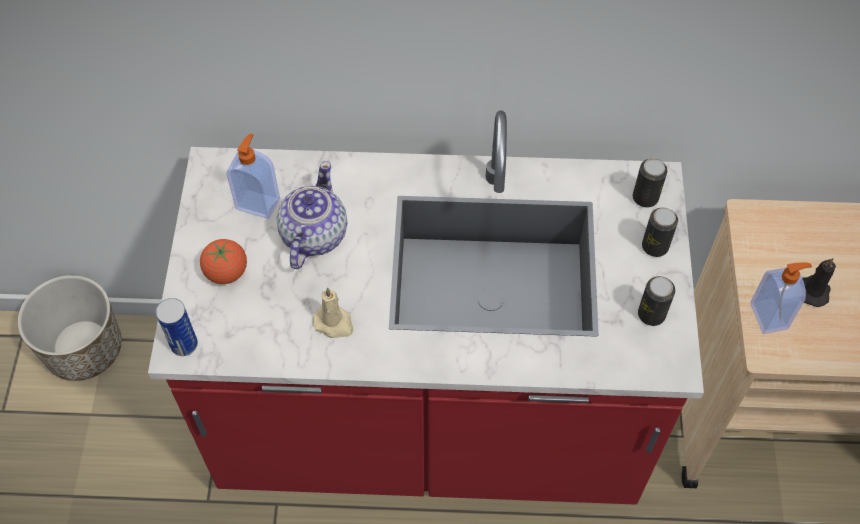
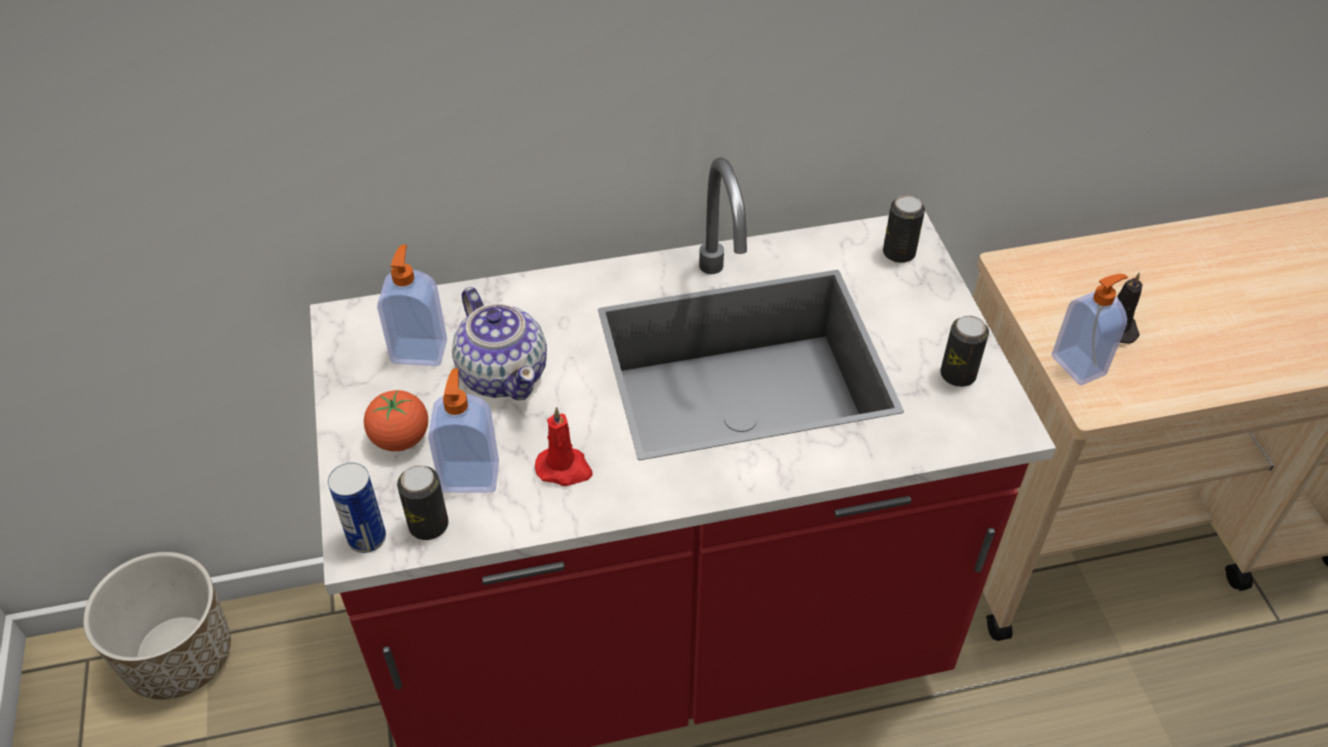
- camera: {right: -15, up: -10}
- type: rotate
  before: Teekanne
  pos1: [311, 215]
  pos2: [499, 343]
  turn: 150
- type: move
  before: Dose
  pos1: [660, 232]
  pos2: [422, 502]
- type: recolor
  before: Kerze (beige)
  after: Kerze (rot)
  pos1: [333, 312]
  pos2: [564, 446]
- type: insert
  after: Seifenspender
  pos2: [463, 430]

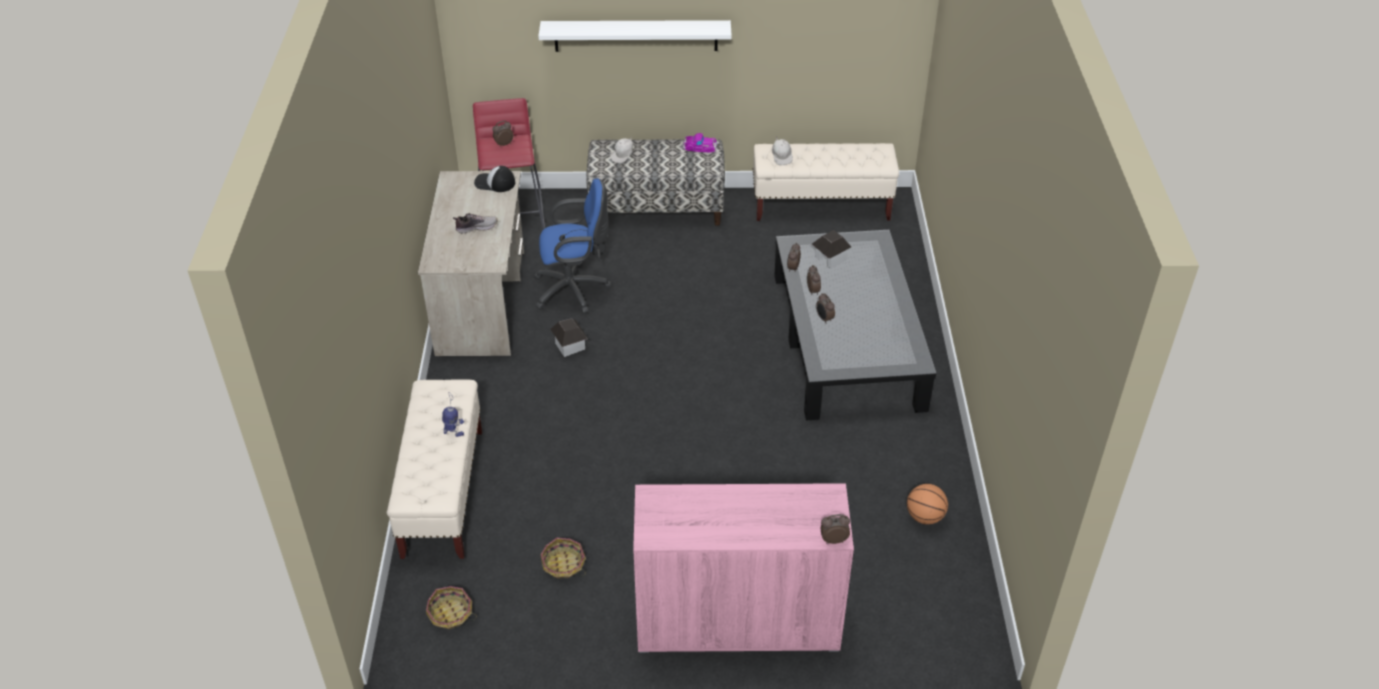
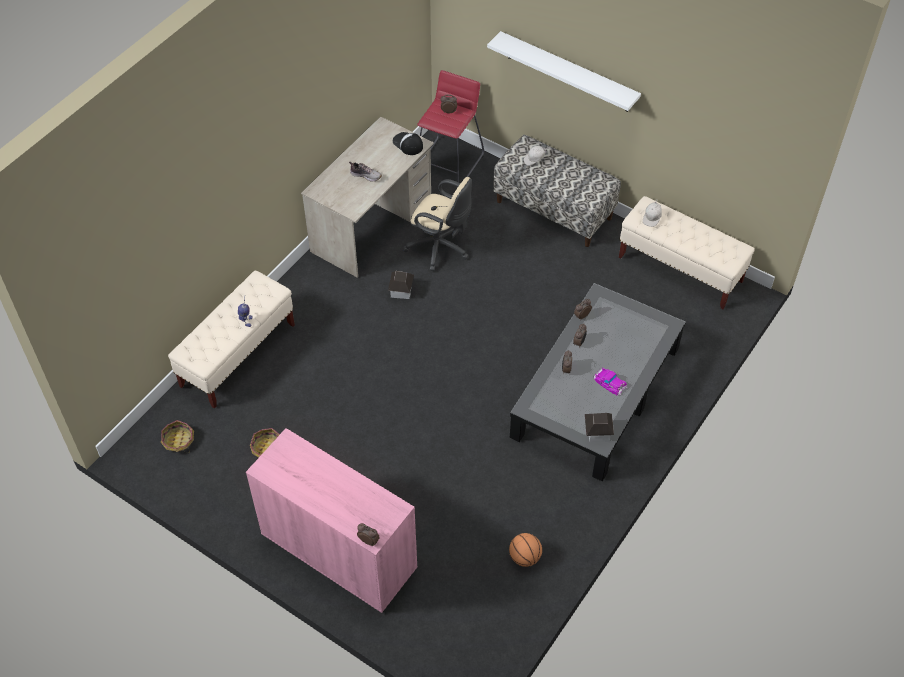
- camera: {right: 35, up: 10}
- type: move
  before: Spielzeugauto
  pos1: [700, 142]
  pos2: [610, 381]
- type: recolor
  before: Bürostuhl (blau)
  after: Bürostuhl (beige)
  pos1: [573, 246]
  pos2: [437, 224]
- type: move
  before: Spielzeughaus
  pos1: [831, 249]
  pos2: [599, 427]

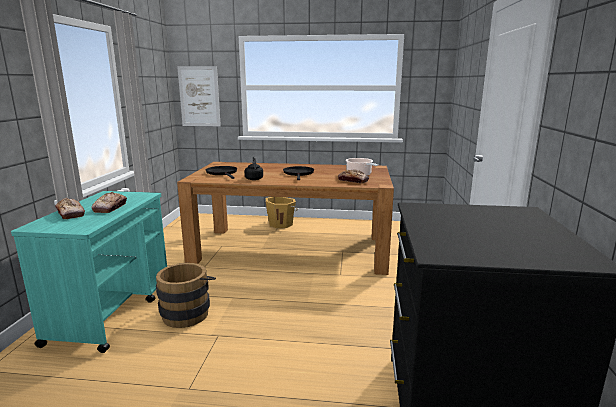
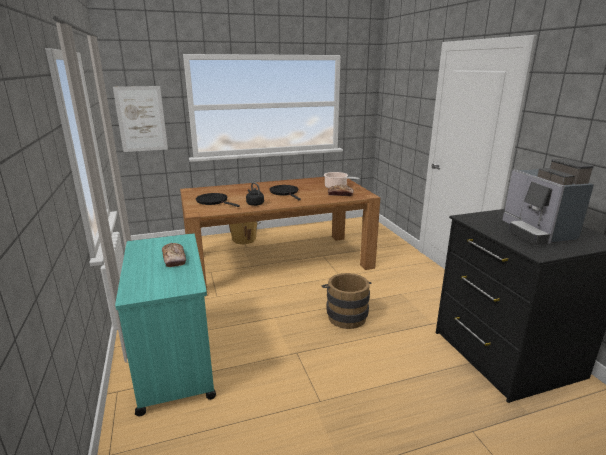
- camera: {right: -25, up: 5}
- type: delete
  before: Brot
  pos1: [70, 208]
- type: move
  before: Eimer (braun)
  pos1: [186, 295]
  pos2: [346, 301]
- type: insert
  after: Kaffeemaschine
  pos2: [548, 201]

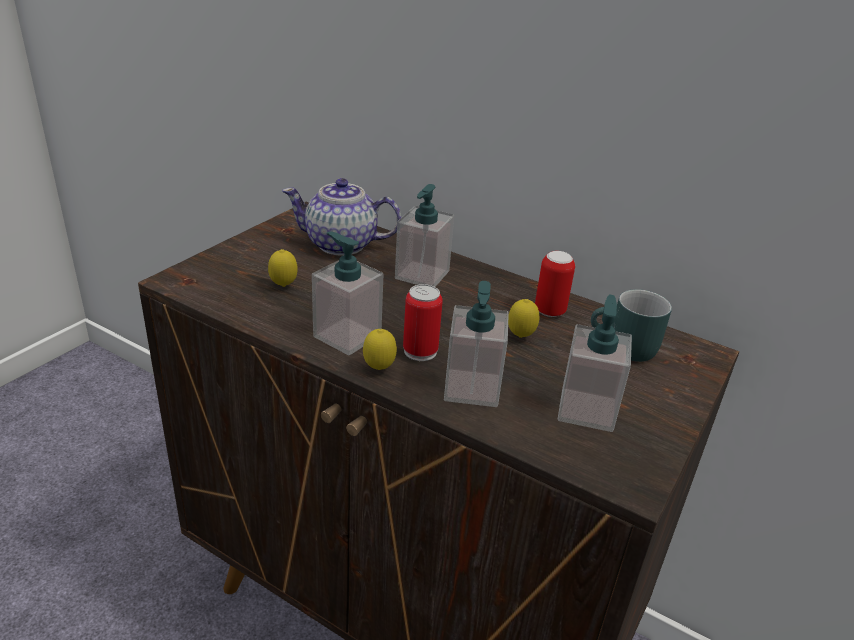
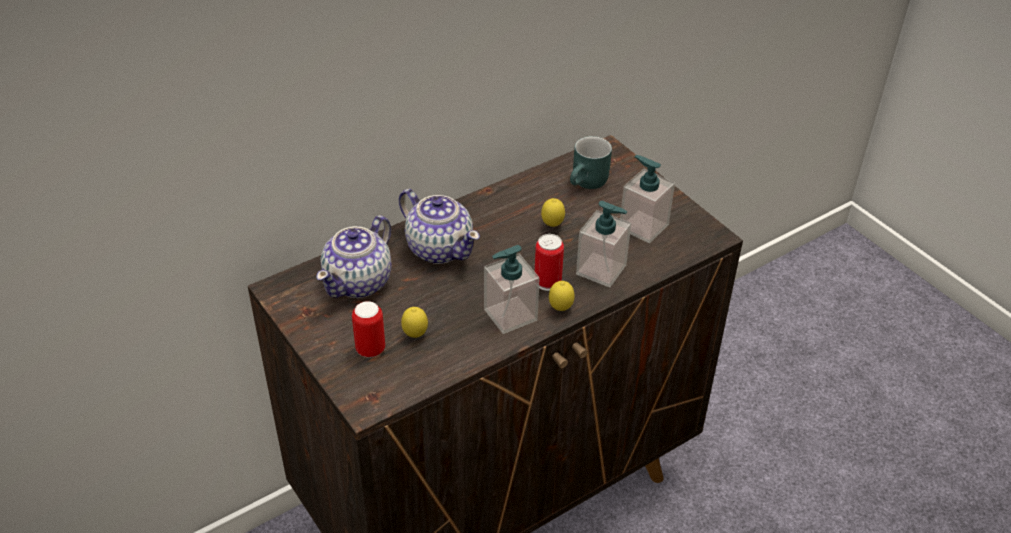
- camera: {right: -65, up: 10}
- type: replace
  before: Seifenspender
  after: Teekanne
  pos1: [424, 235]
  pos2: [439, 226]
- type: move
  before: Dose
  pos1: [555, 284]
  pos2: [368, 329]

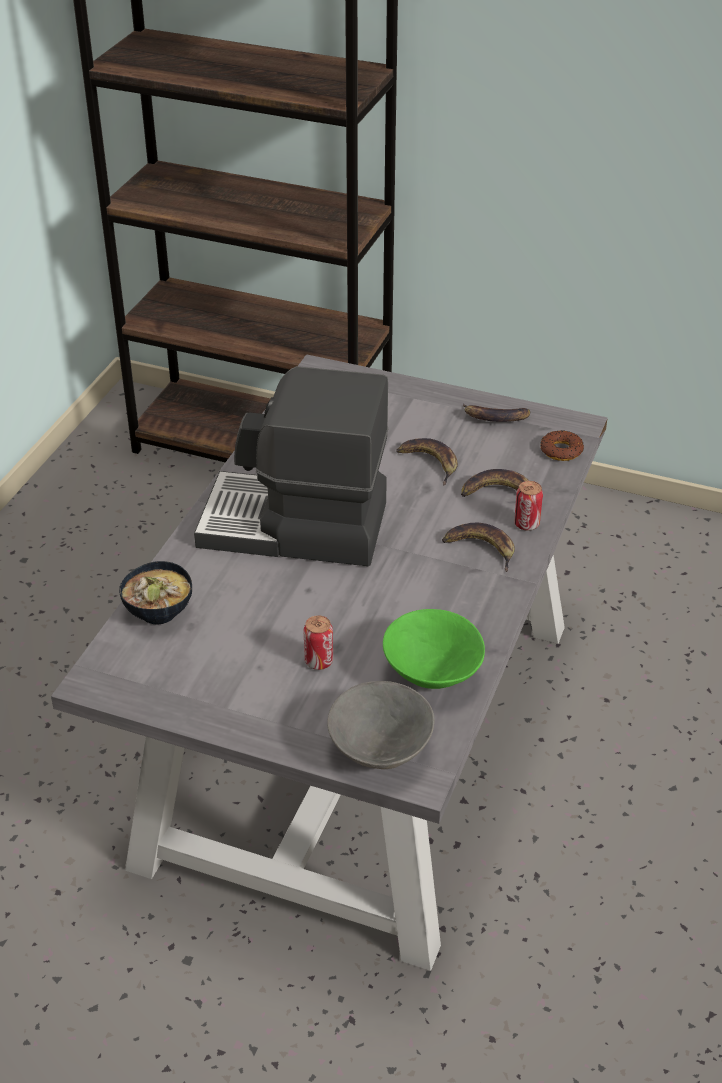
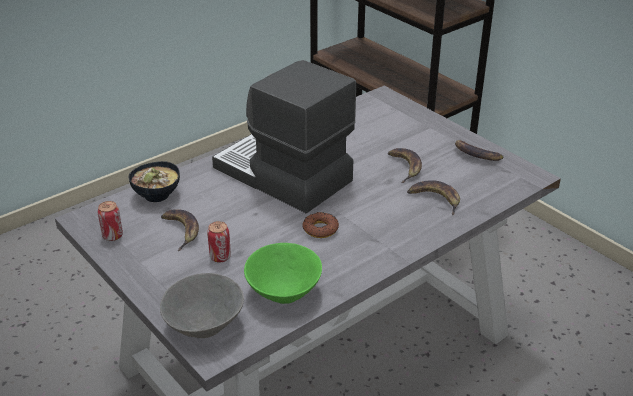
- camera: {right: 30, up: -5}
- type: move
  before: Donut
  pos1: [562, 445]
  pos2: [320, 225]
- type: move
  before: Dose
  pos1: [528, 506]
  pos2: [110, 221]
- type: move
  before: Banane
  pos1: [478, 547]
  pos2: [180, 230]

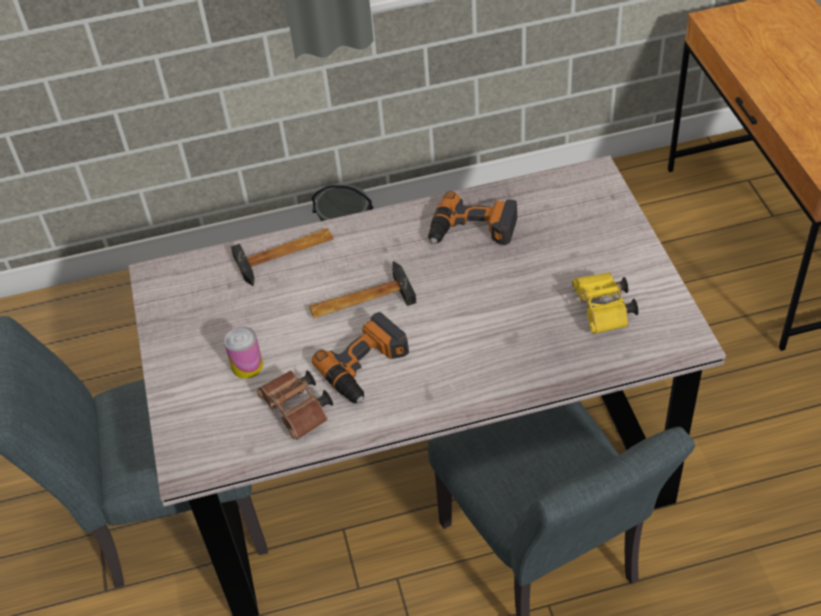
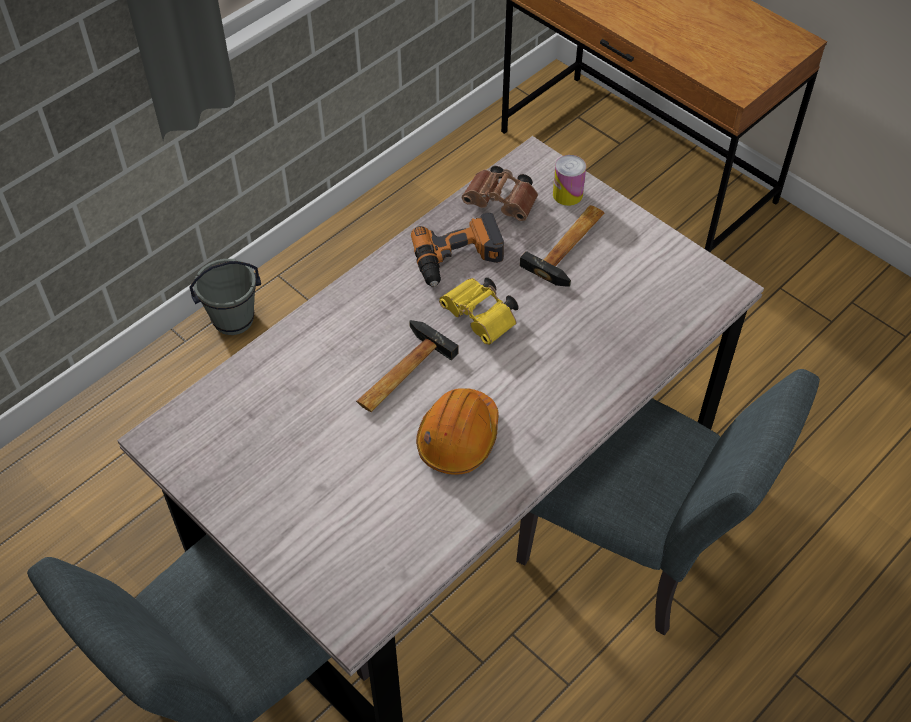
- camera: {right: -35, up: 5}
- type: move
  before: Hammer
  pos1: [282, 257]
  pos2: [562, 246]
- type: move
  before: Fernglas (gelb)
  pos1: [605, 303]
  pos2: [479, 311]
- type: replace
  before: Bohrmaschine
  after: Schutzhelm (orange)
  pos1: [360, 357]
  pos2: [457, 431]
- type: move
  before: Dose
  pos1: [243, 353]
  pos2: [569, 180]
- type: move
  before: Fernglas (braun)
  pos1: [295, 405]
  pos2: [500, 193]

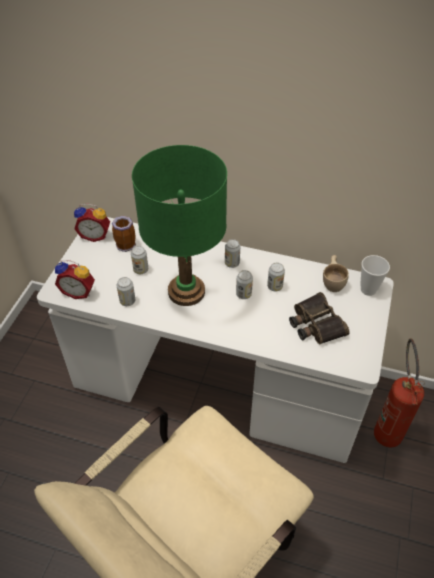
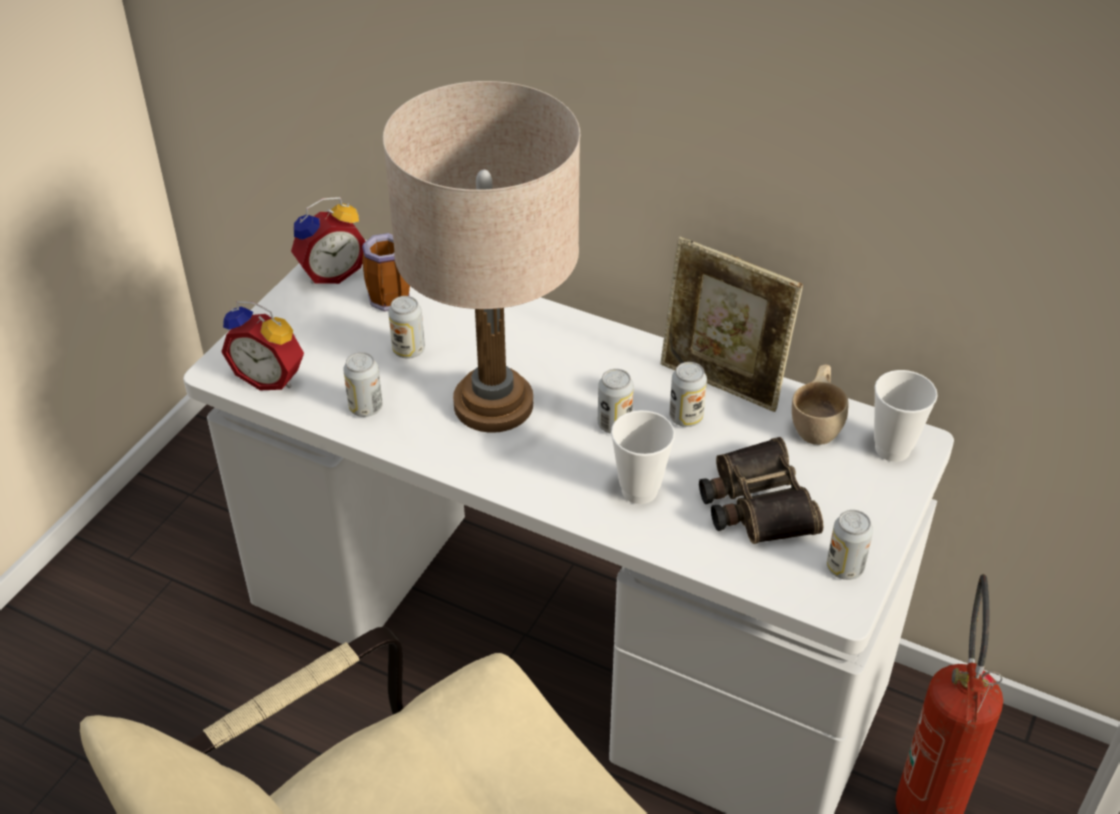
- camera: {right: 10, up: -5}
- type: recolor
  before: Tischlampe (grün)
  after: Tischlampe (beige)
  pos1: [179, 225]
  pos2: [481, 257]
- type: rotate
  before: Wecker
  pos1: [92, 222]
  pos2: [328, 240]
  turn: -45
- type: move
  before: Dose
  pos1: [232, 253]
  pos2: [850, 545]
- type: insert
  after: Bilderrahmen
  pos2: [732, 324]
- type: insert
  after: Tasse
  pos2: [643, 457]

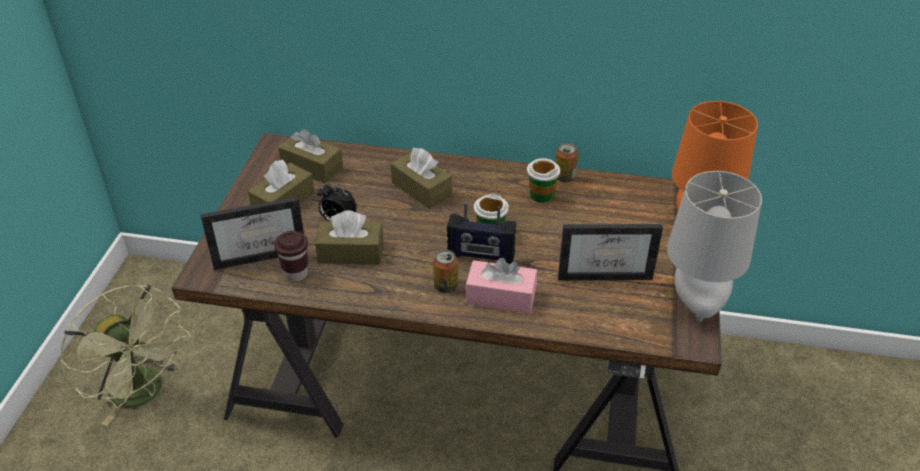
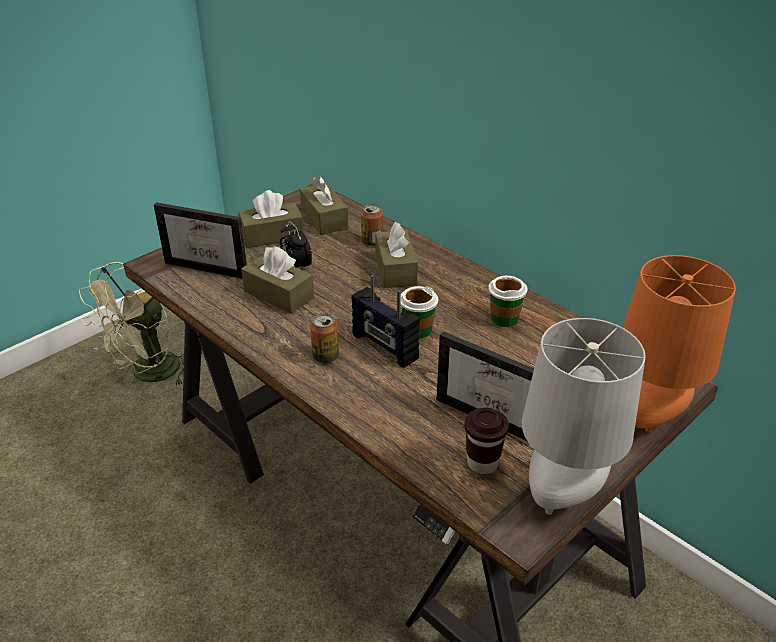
- camera: {right: 35, up: -5}
- type: move
  before: Dose
  pos1: [566, 162]
  pos2: [372, 225]
- type: move
  before: Tasse (braun)
  pos1: [291, 256]
  pos2: [487, 441]
- type: delete
  before: Taschentuchbox (rosa)
  pos1: [501, 285]
- type: rotate
  before: Ventilator (grün)
  pos1: [125, 355]
  pos2: [131, 324]
  turn: 45

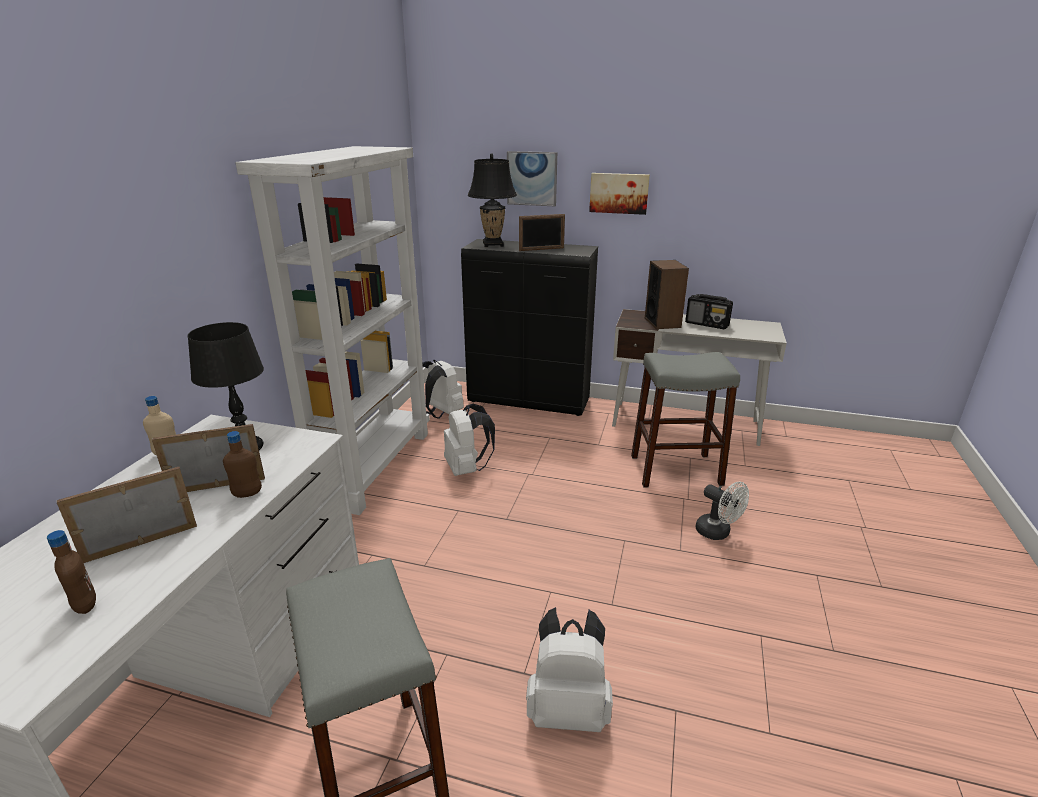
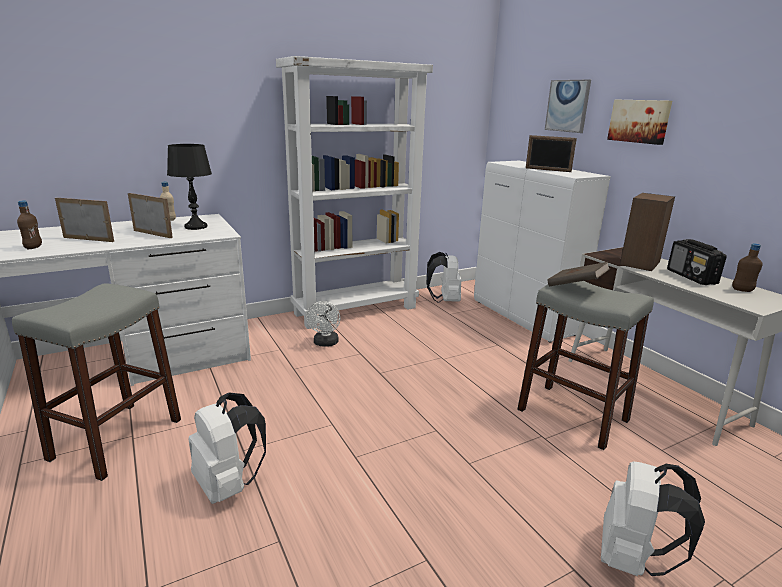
- camera: {right: 45, up: -5}
- type: delete
  before: Tischlampe (schwarz)
  pos1: [492, 200]
- type: recolor
  before: Schrank (schwarz)
  after: Schrank (weiß)
  pos1: [529, 327]
  pos2: [542, 251]
- type: move
  before: Rucksack (weiß)
  pos1: [469, 440]
  pos2: [653, 519]
- type: move
  before: Flasche (braun)
  pos1: [242, 464]
  pos2: [747, 267]
- type: move
  before: Ventilator (weiß)
  pos1: [722, 511]
  pos2: [323, 324]
- type: insert
  after: Buch (braun)
  pos2: [578, 274]

